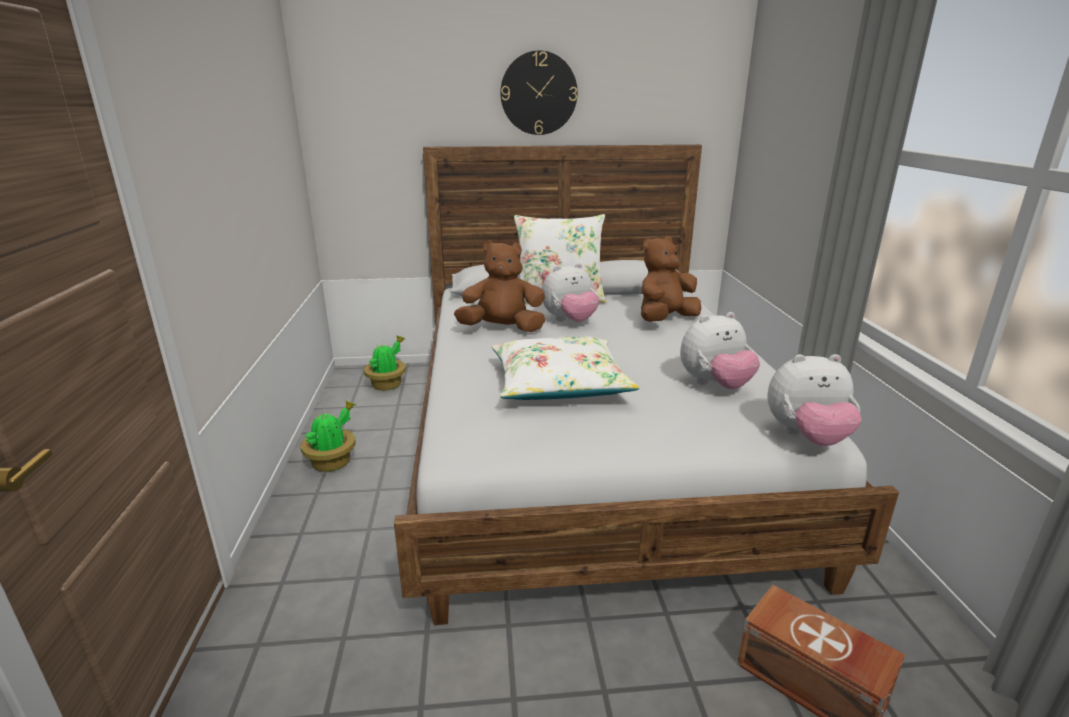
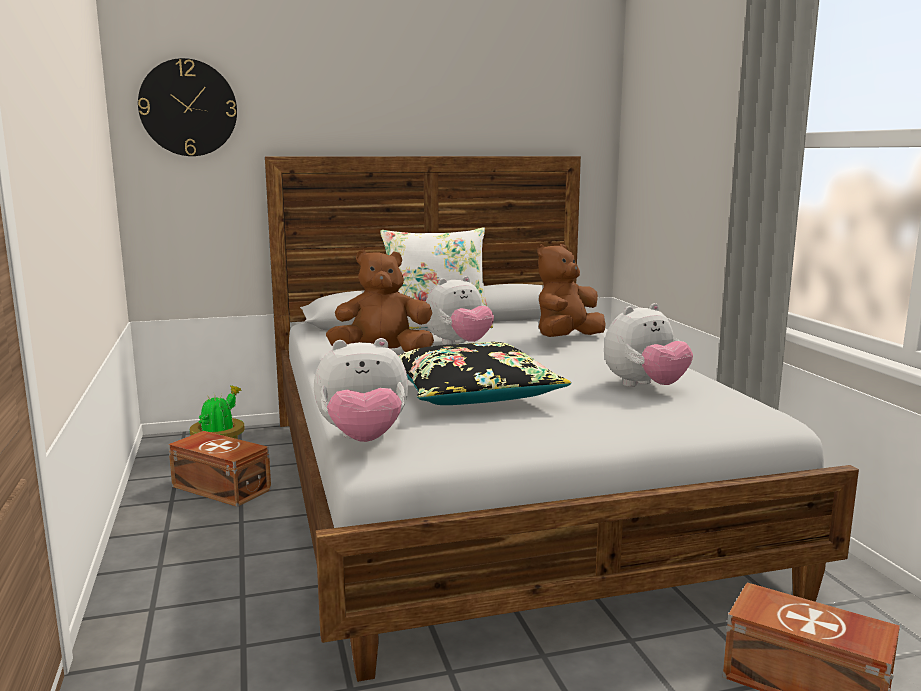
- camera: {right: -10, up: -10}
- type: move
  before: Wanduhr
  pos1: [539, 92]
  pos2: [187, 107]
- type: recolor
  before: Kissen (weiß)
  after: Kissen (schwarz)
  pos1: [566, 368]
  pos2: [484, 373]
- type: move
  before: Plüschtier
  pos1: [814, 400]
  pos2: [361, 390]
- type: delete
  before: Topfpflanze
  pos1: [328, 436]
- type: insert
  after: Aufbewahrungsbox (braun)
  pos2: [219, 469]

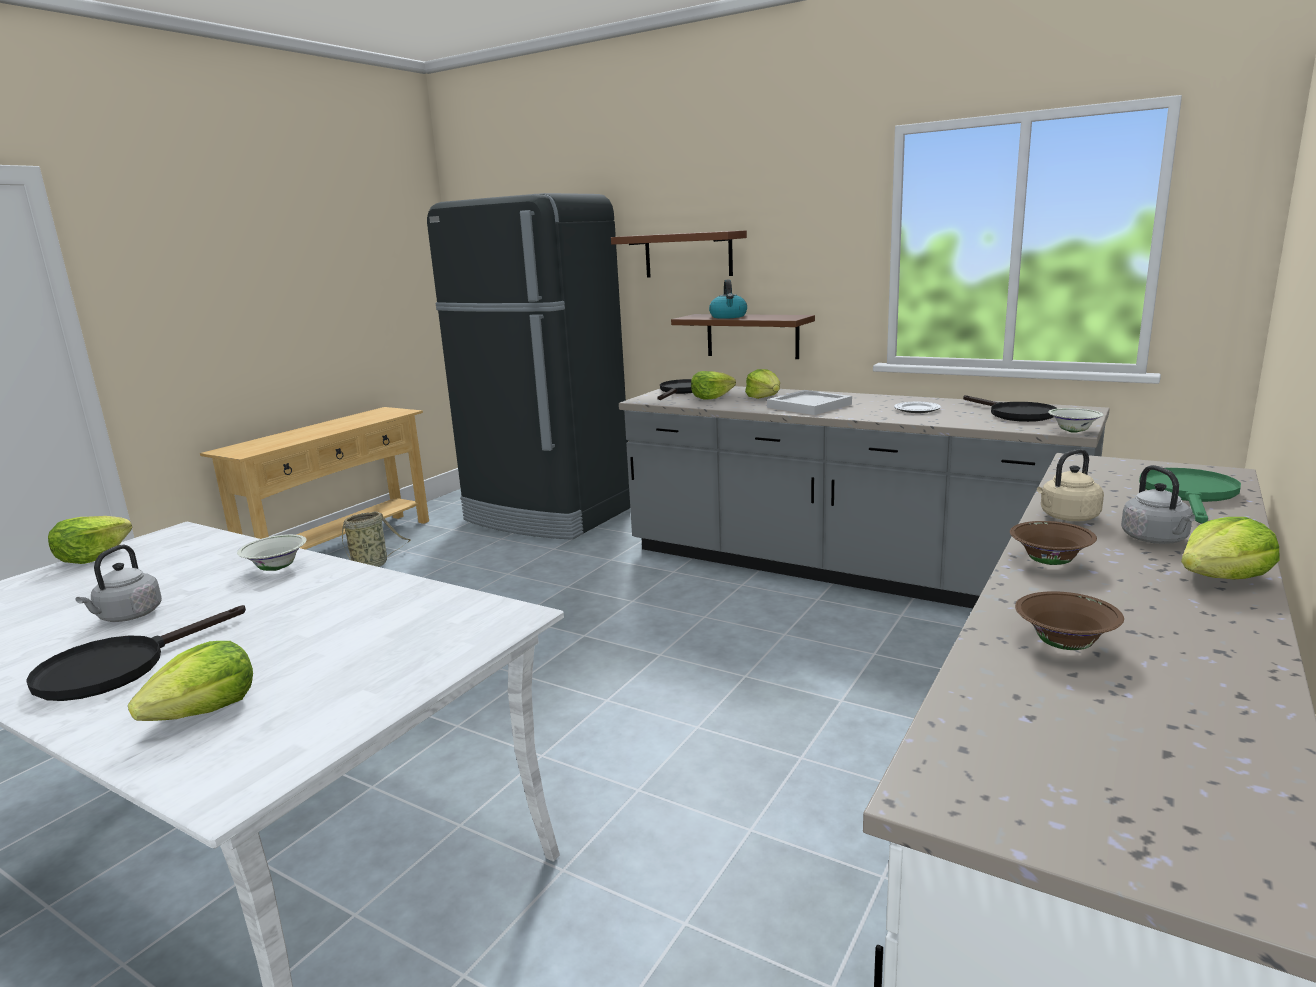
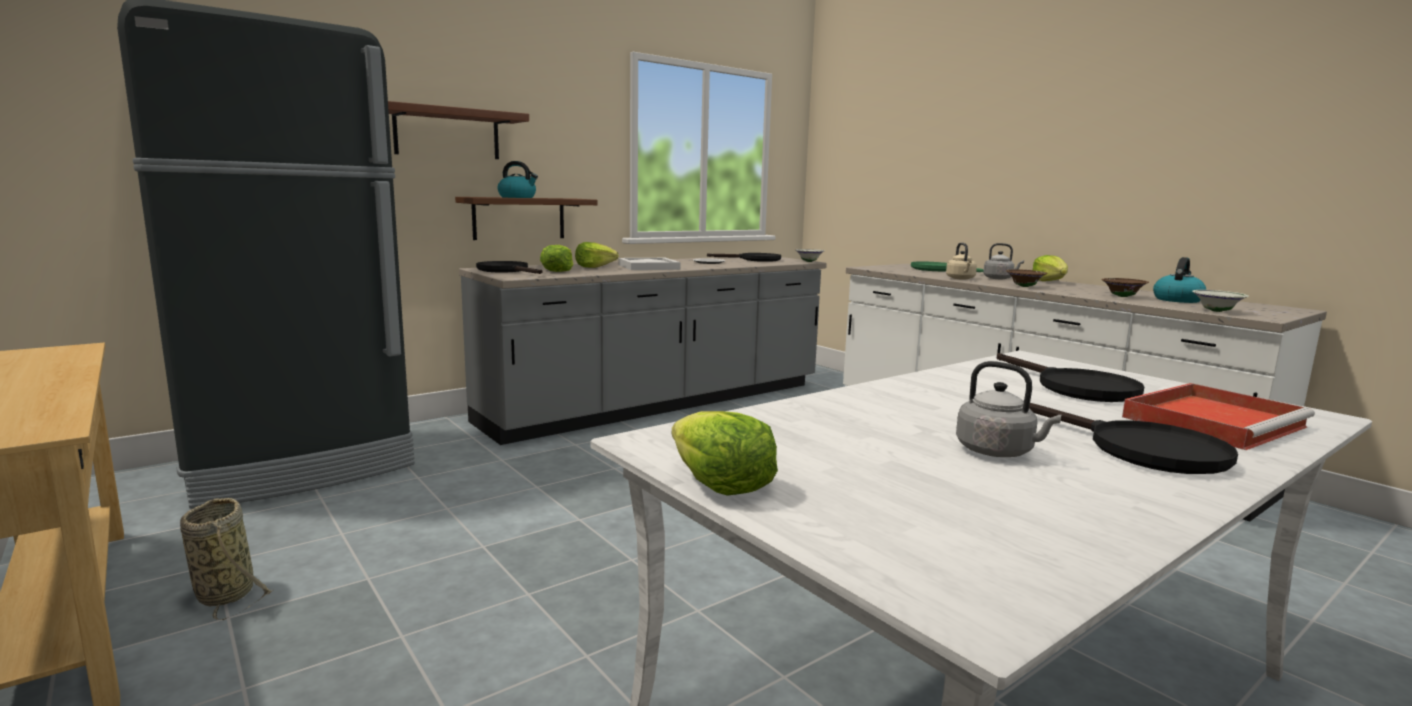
- camera: {right: -70, up: -5}
- type: move
  before: Schüssel (weiß)
  pos1: [271, 552]
  pos2: [1220, 301]
- type: replace
  before: Salatkopf
  after: Tablett (rot)
  pos1: [190, 681]
  pos2: [1218, 416]
- type: insert
  after: Wasserkessel
  pos2: [1179, 280]
- type: insert
  after: Pfanne (schwarz)
  pos2: [1070, 377]

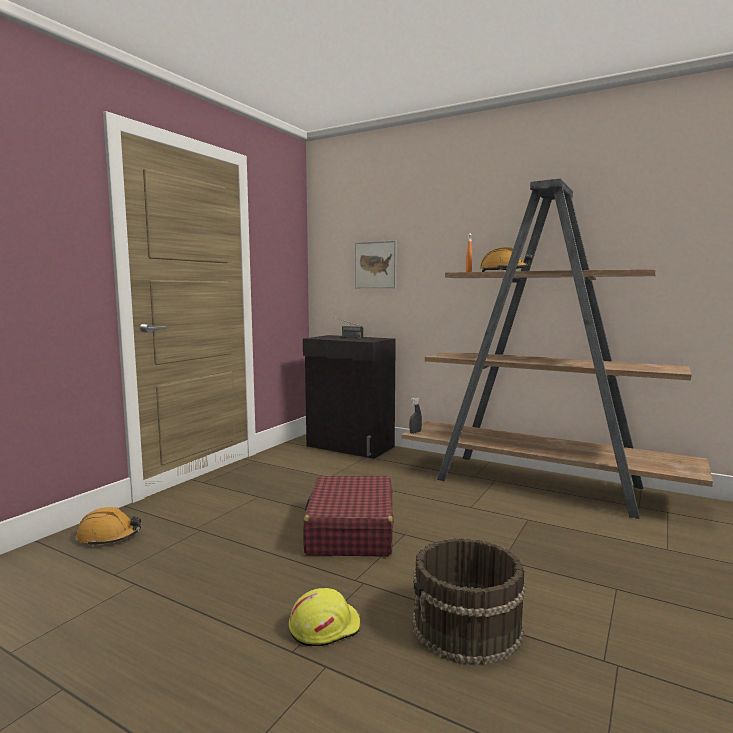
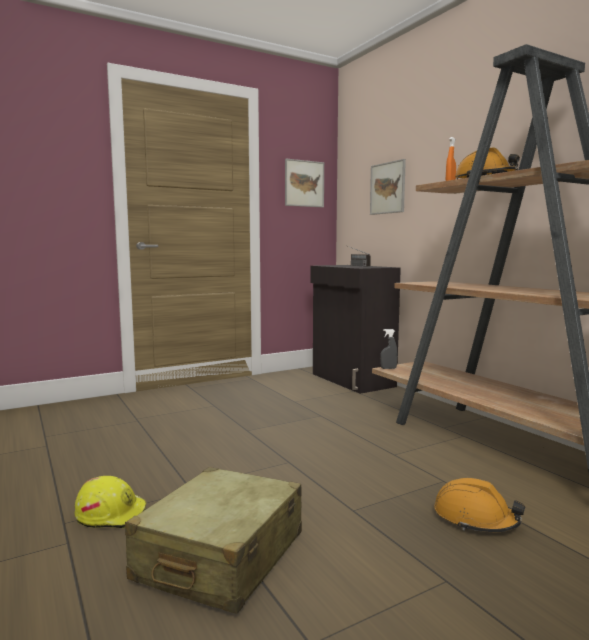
- camera: {right: 30, up: 0}
- type: delete
  before: Koffer (rot)
  pos1: [348, 516]
- type: move
  before: Schutzhelm (orange)
  pos1: [108, 527]
  pos2: [479, 505]
- type: replace
  before: Eimer (braun)
  after: Koffer (beige)
  pos1: [469, 601]
  pos2: [213, 540]
- type: insert
  after: Bild
  pos2: [304, 183]

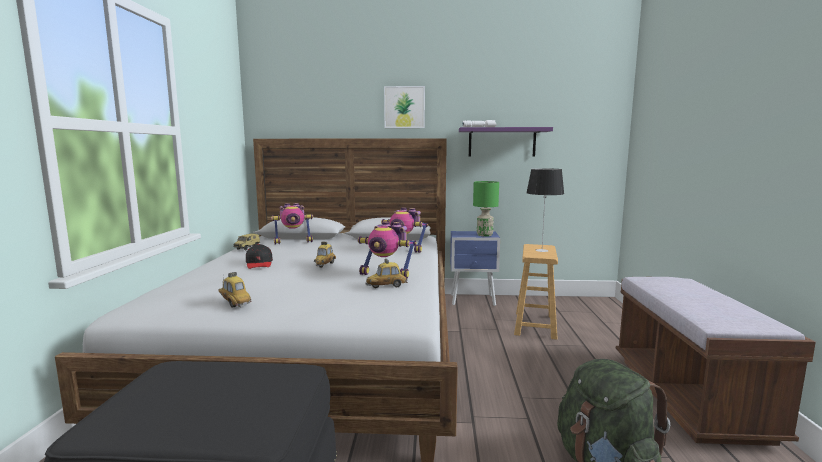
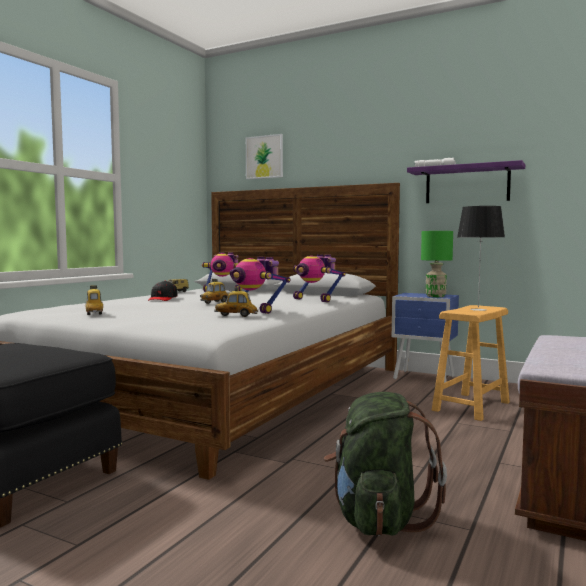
- camera: {right: 25, up: -5}
- type: move
  before: Bild
  pos1: [404, 107]
  pos2: [264, 156]

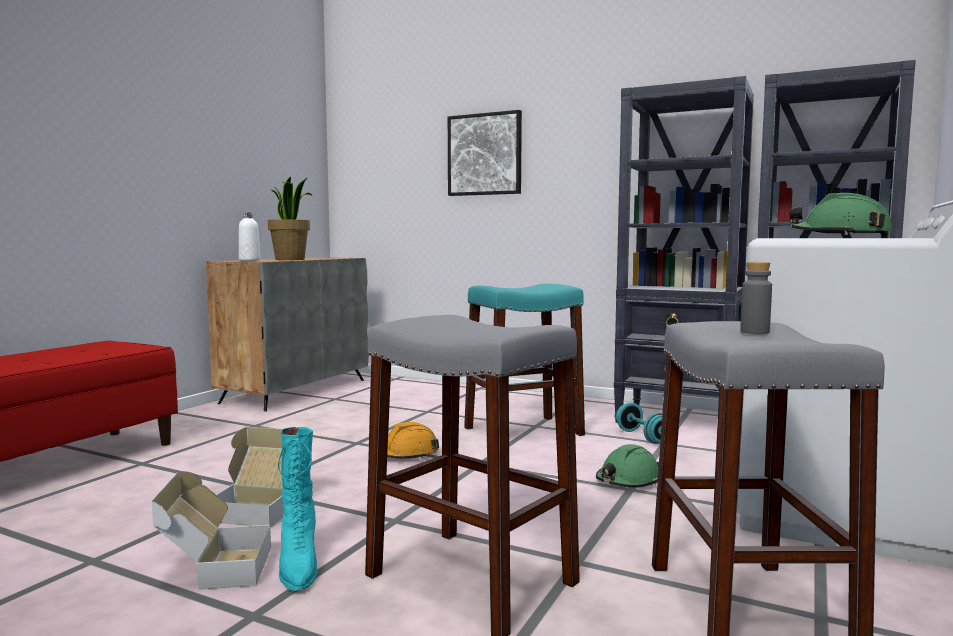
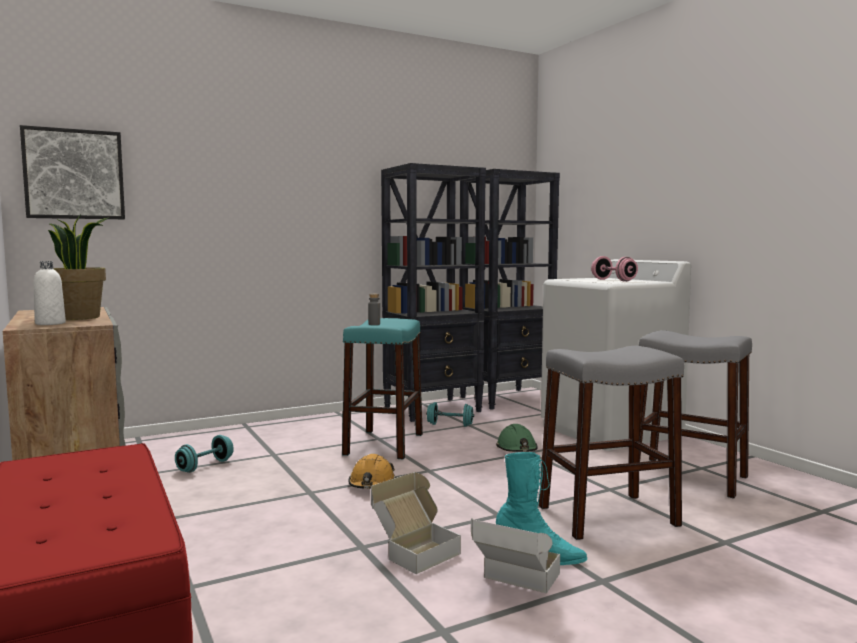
- camera: {right: -55, up: 0}
- type: move
  before: Bild
  pos1: [485, 153]
  pos2: [72, 172]
- type: replace
  before: Schutzhelm (grün)
  after: Hantel (rosa)
  pos1: [841, 215]
  pos2: [614, 269]
- type: move
  before: Flasche (grau)
  pos1: [756, 298]
  pos2: [374, 309]
- type: insert
  after: Hantel (türkis)
  pos2: [204, 454]

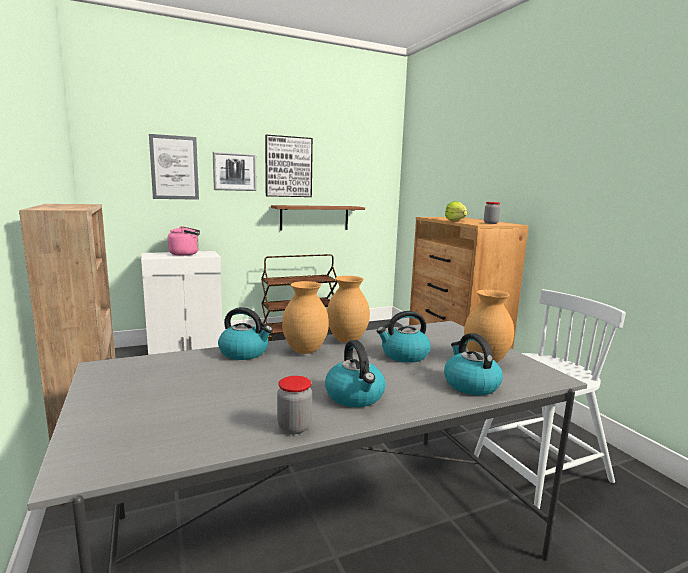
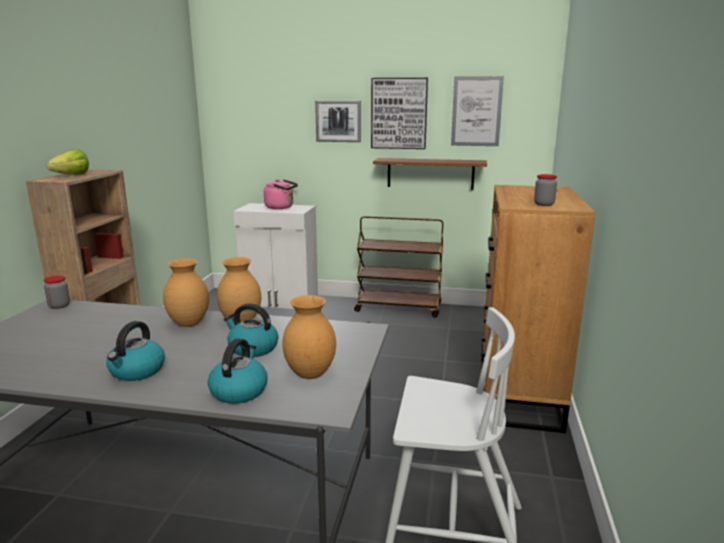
- camera: {right: 35, up: 5}
- type: move
  before: Bild
  pos1: [174, 167]
  pos2: [477, 111]
- type: move
  before: Salatkopf
  pos1: [456, 211]
  pos2: [68, 162]
- type: delete
  before: Wasserkessel
  pos1: [245, 333]
- type: move
  before: Vorratsglas
  pos1: [294, 405]
  pos2: [57, 292]

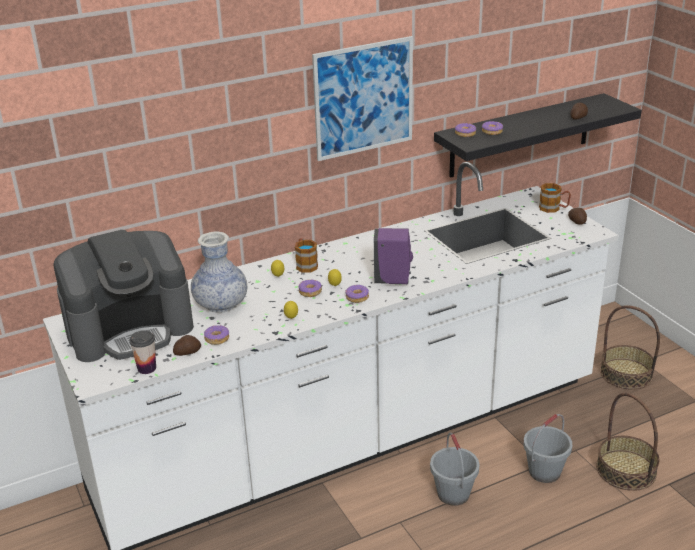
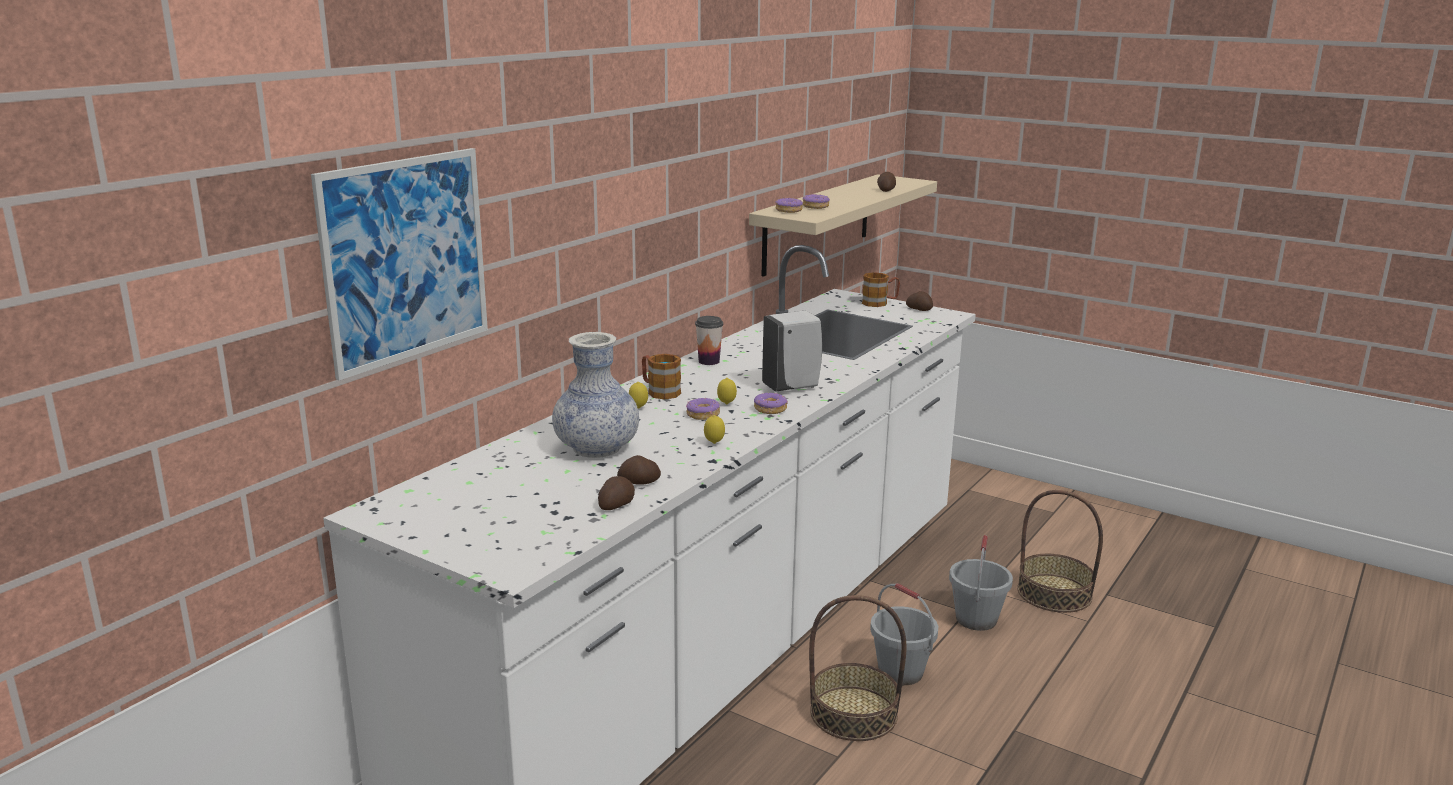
- camera: {right: -30, up: -10}
- type: move
  before: Bild
  pos1: [362, 98]
  pos2: [399, 264]
- type: recolor
  before: Wandregal (schwarz)
  after: Wandregal (beige)
  pos1: [538, 135]
  pos2: [843, 225]
- type: recolor
  before: Seifenspender (lila)
  after: Seifenspender (weiß)
  pos1: [393, 256]
  pos2: [792, 351]
- type: delete
  before: Kaffeemaschine
  pos1: [123, 296]
- type: move
  before: Korb
  pos1: [630, 347]
  pos2: [858, 668]
- type: replace
  before: Donut
  after: Kartoffel
  pos1: [216, 335]
  pos2: [639, 470]
- type: move
  before: Tasse
  pos1: [142, 352]
  pos2: [709, 340]

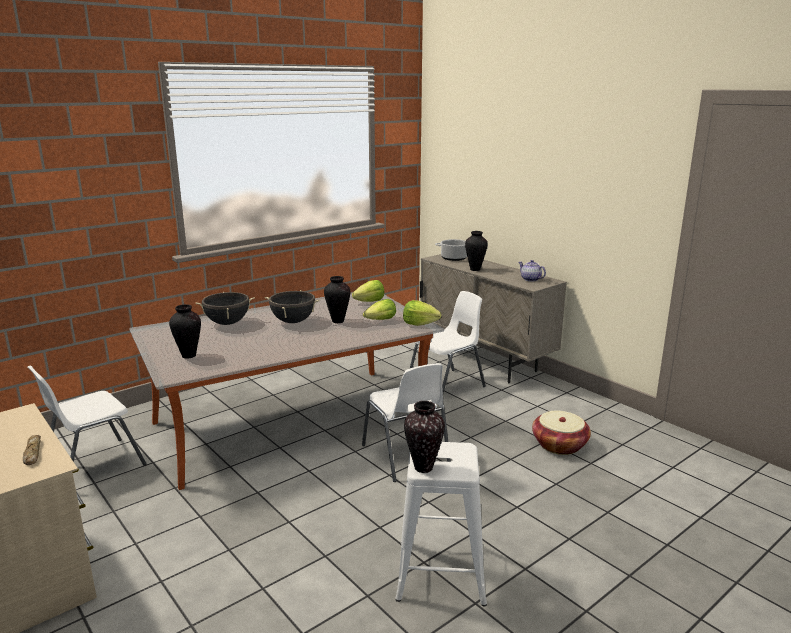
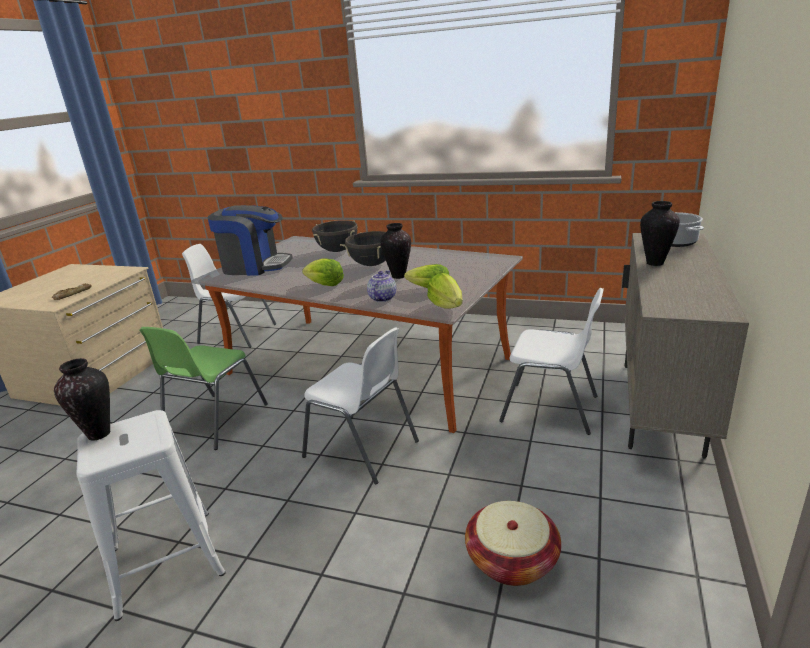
- camera: {right: 60, up: 5}
- type: move
  before: Teekanne
  pos1: [532, 270]
  pos2: [381, 286]
- type: move
  before: Salatkopf
  pos1: [368, 291]
  pos2: [323, 272]
- type: replace
  before: Vase
  after: Kaffeemaschine
  pos1: [185, 331]
  pos2: [250, 240]
- type: rotate
  before: Stuhl (weiß)
  pos1: [406, 422]
  pos2: [360, 406]
  turn: -90
- type: insert
  after: Stuhl (grün)
  pos2: [203, 388]

